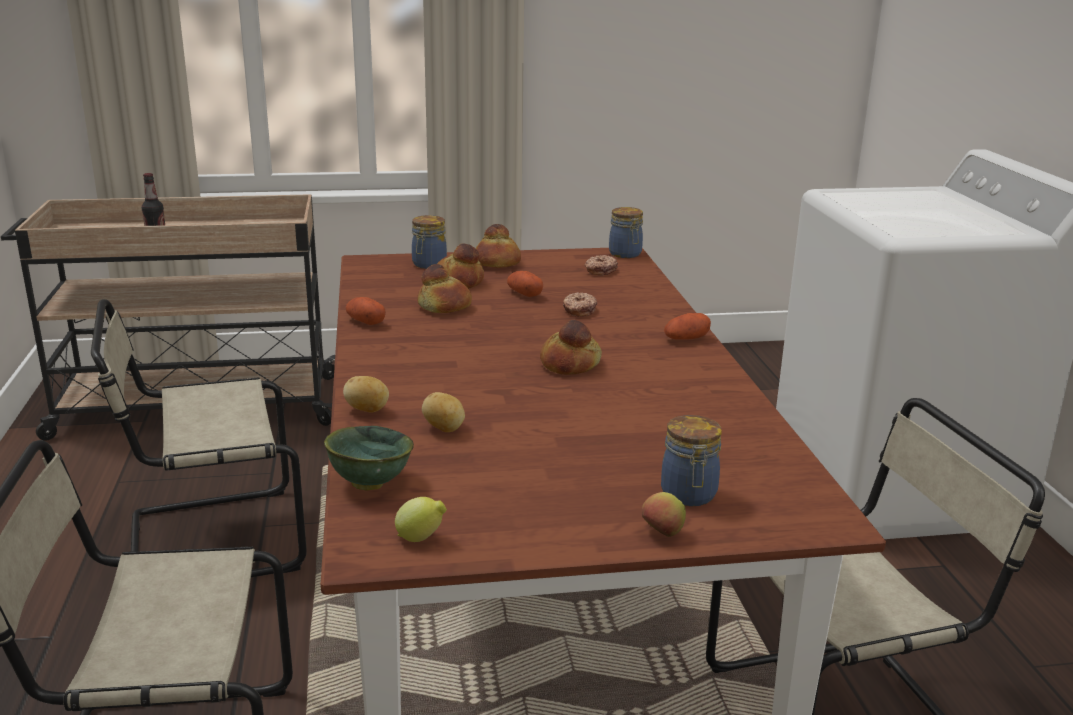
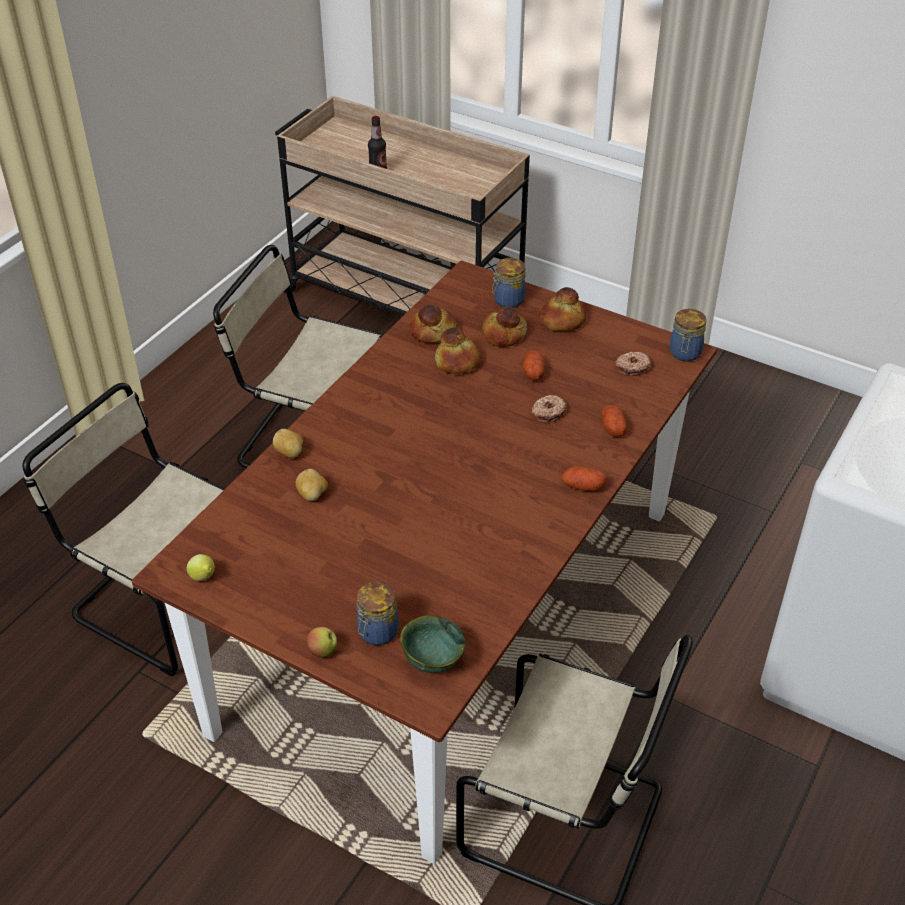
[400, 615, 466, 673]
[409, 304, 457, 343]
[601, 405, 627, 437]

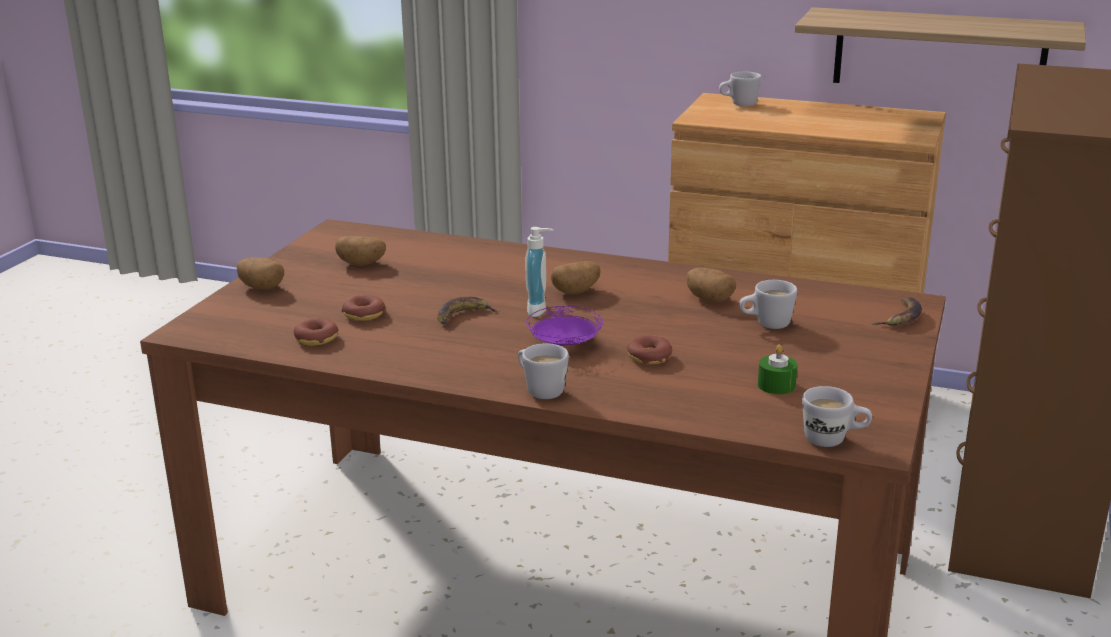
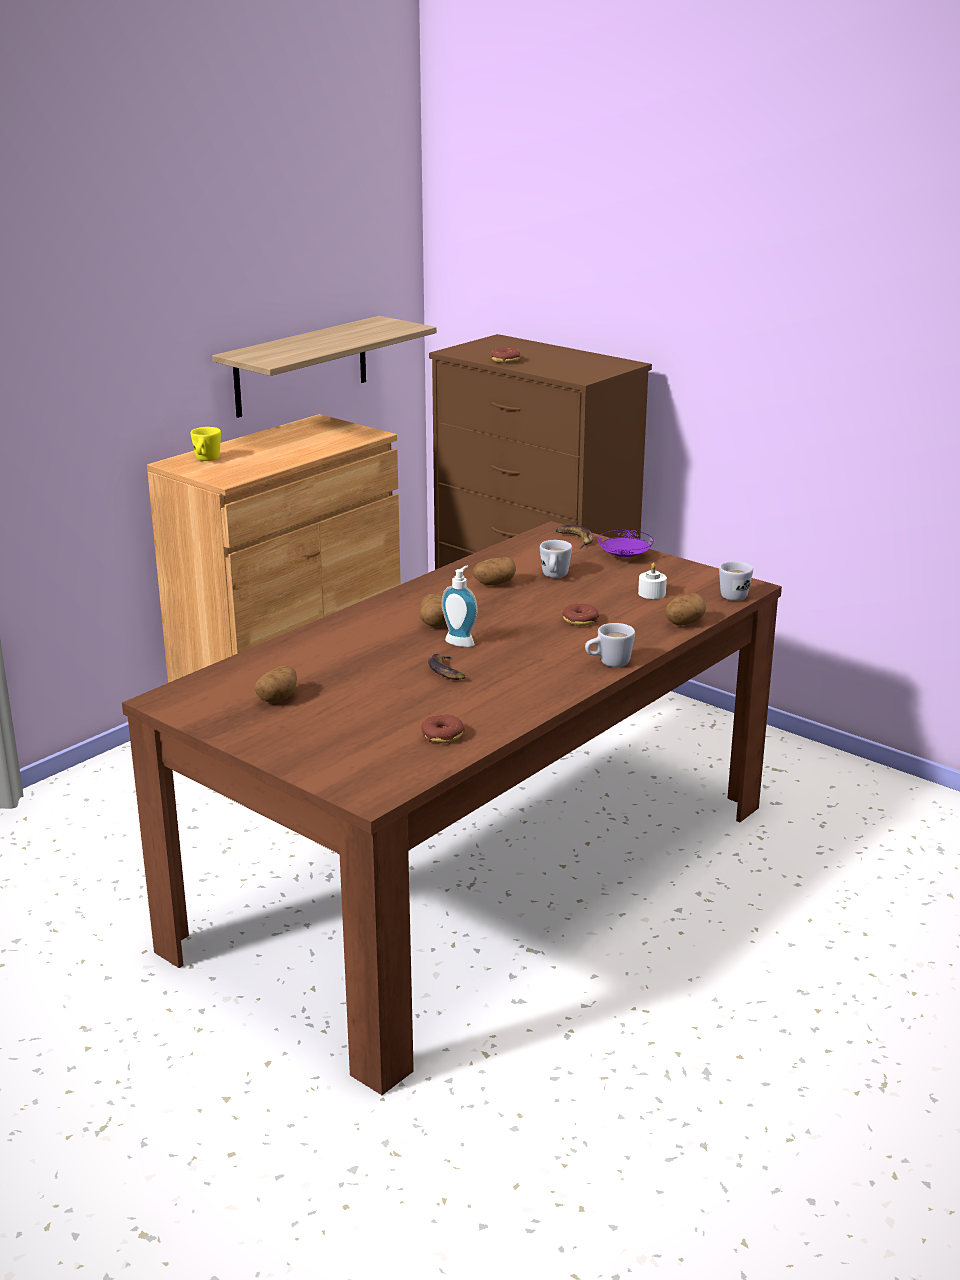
[191, 427, 221, 461]
[491, 347, 521, 363]
[597, 530, 654, 557]
[638, 563, 667, 599]
[665, 593, 706, 626]

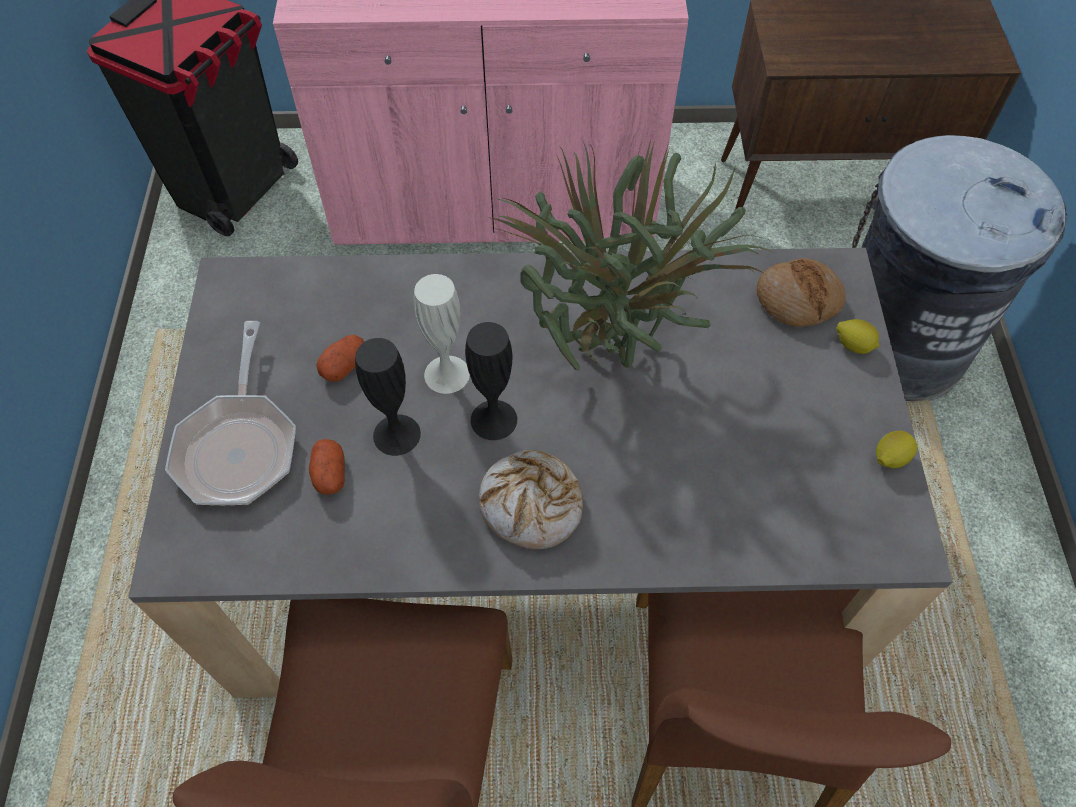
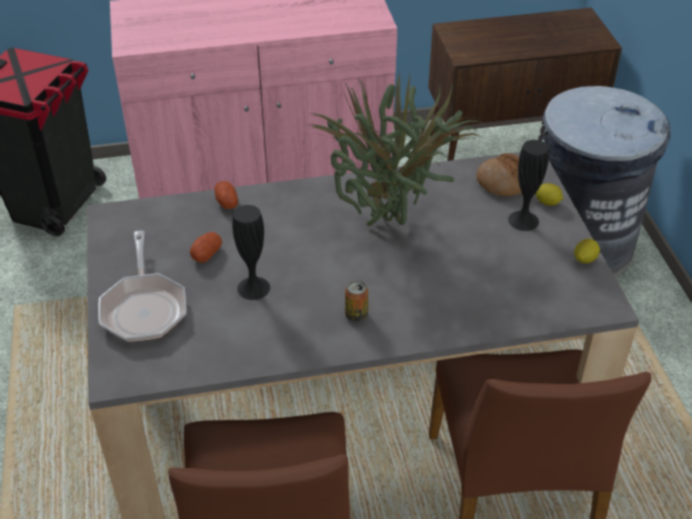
[214, 181, 238, 209]
[345, 280, 368, 322]
[508, 140, 549, 231]
[414, 274, 470, 394] (first image)

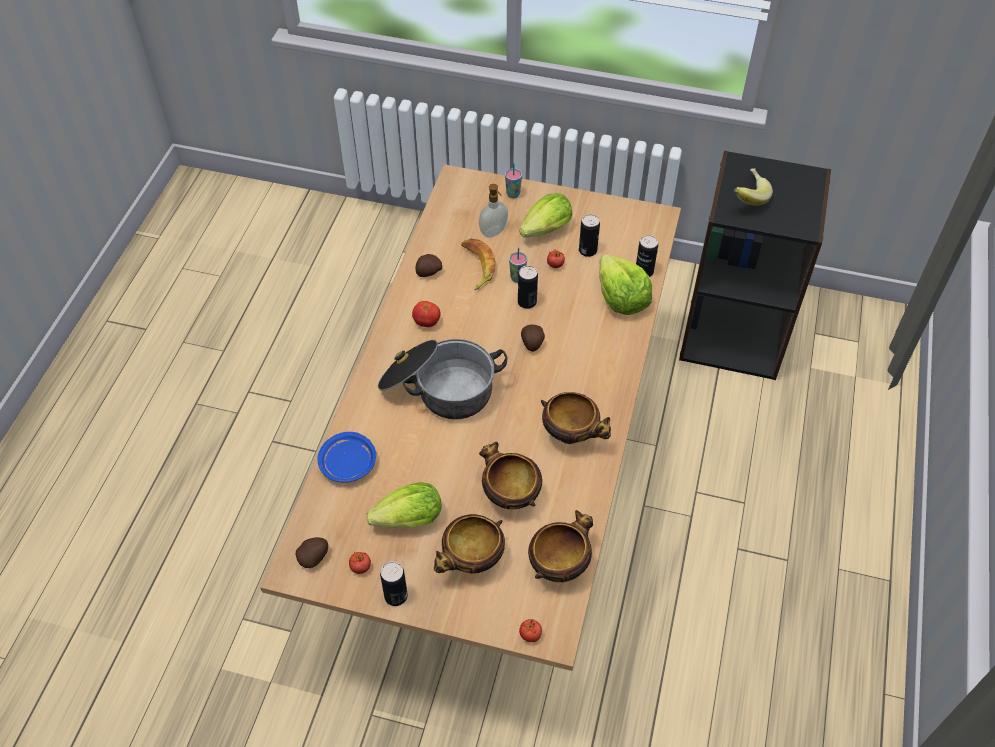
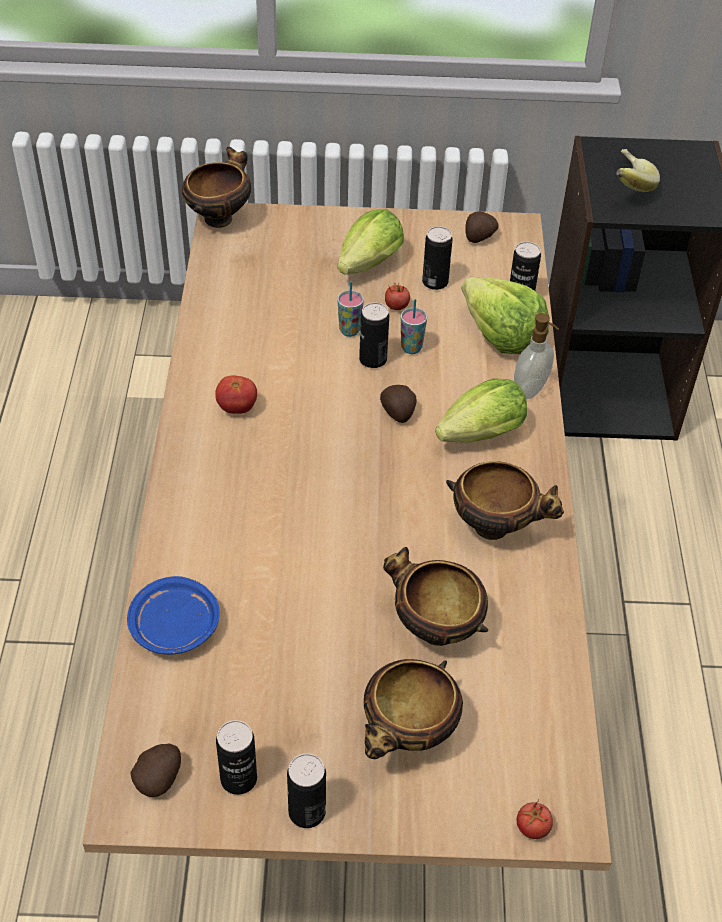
[182, 147, 251, 228]
[216, 720, 257, 795]
[401, 299, 427, 354]
[436, 378, 527, 443]
[465, 211, 498, 243]
[514, 313, 559, 399]
[378, 339, 508, 419] (first image)
[461, 239, 496, 290] (first image)

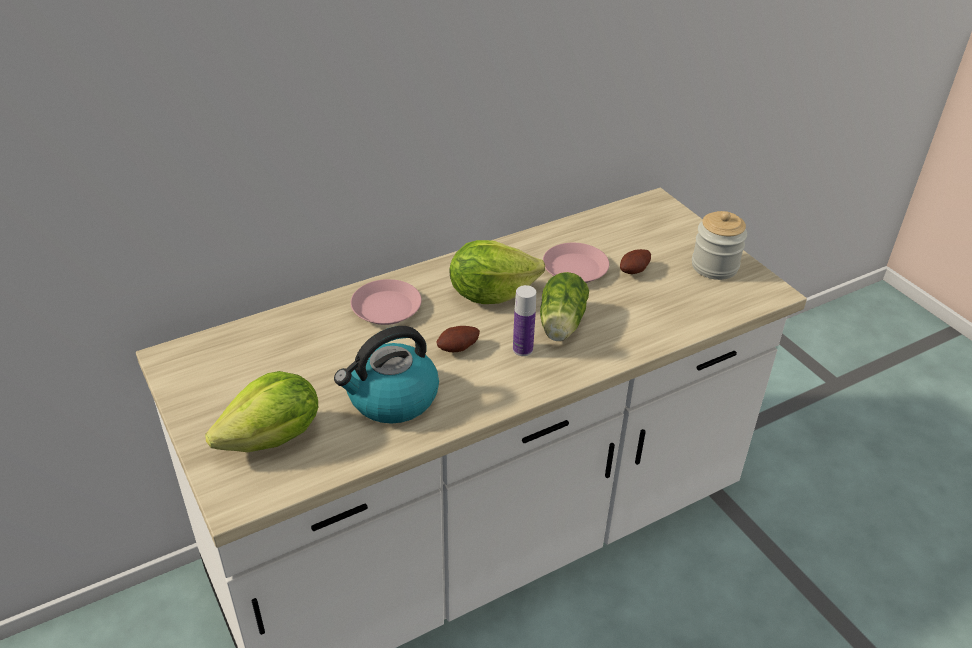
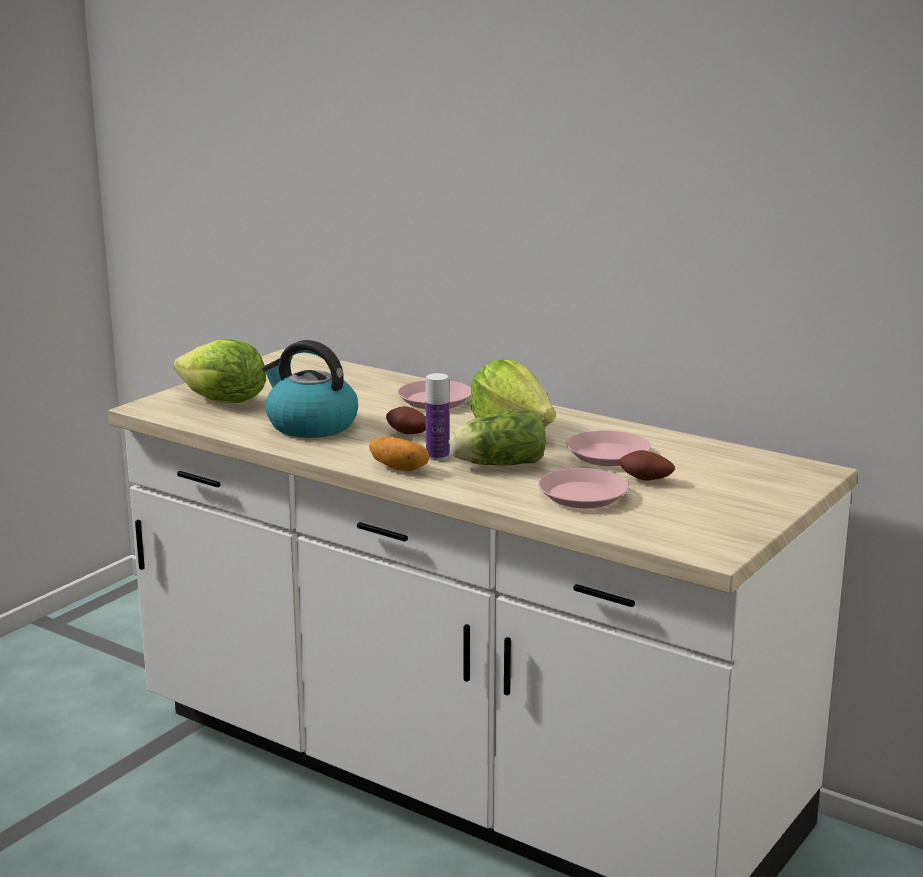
[369, 437, 430, 471]
[538, 468, 629, 508]
[692, 211, 747, 280] (first image)

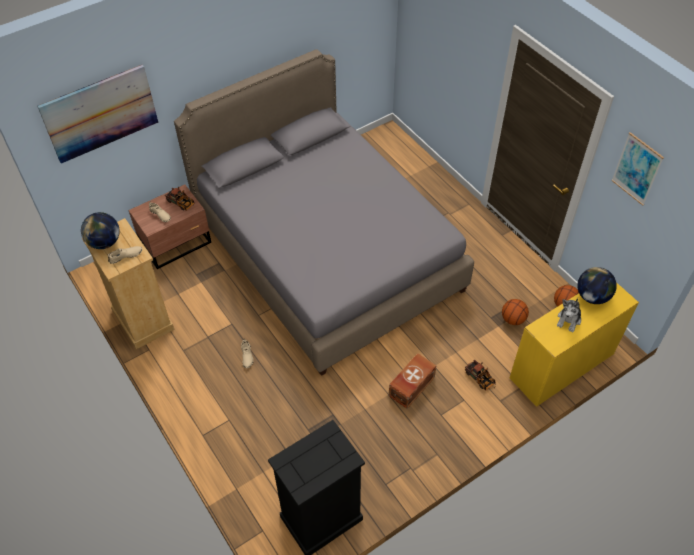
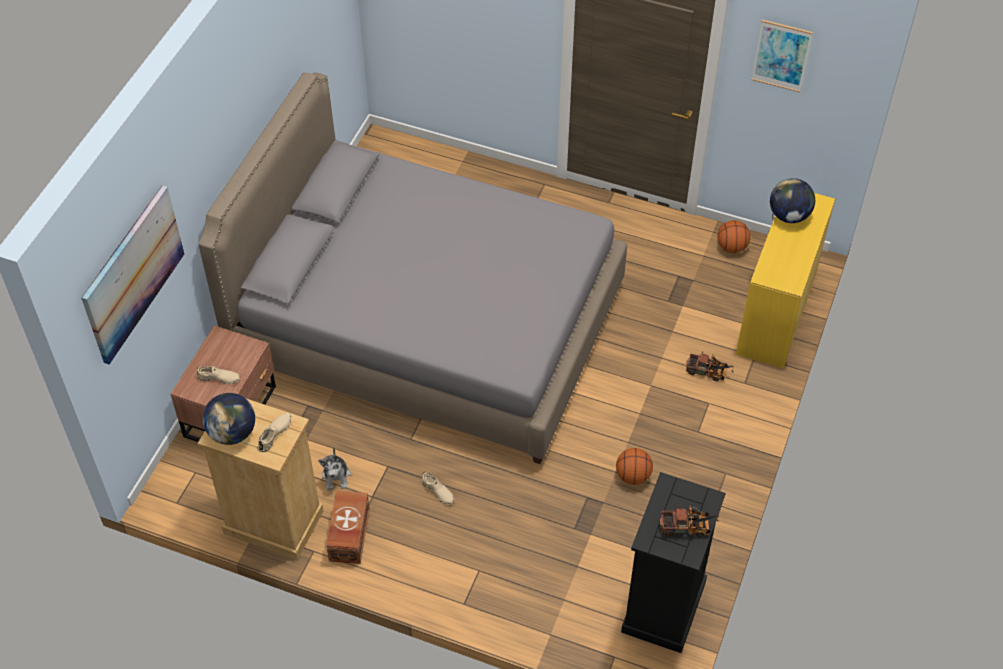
[318, 447, 351, 490]
[326, 490, 370, 564]
[616, 448, 653, 485]
[660, 506, 719, 537]

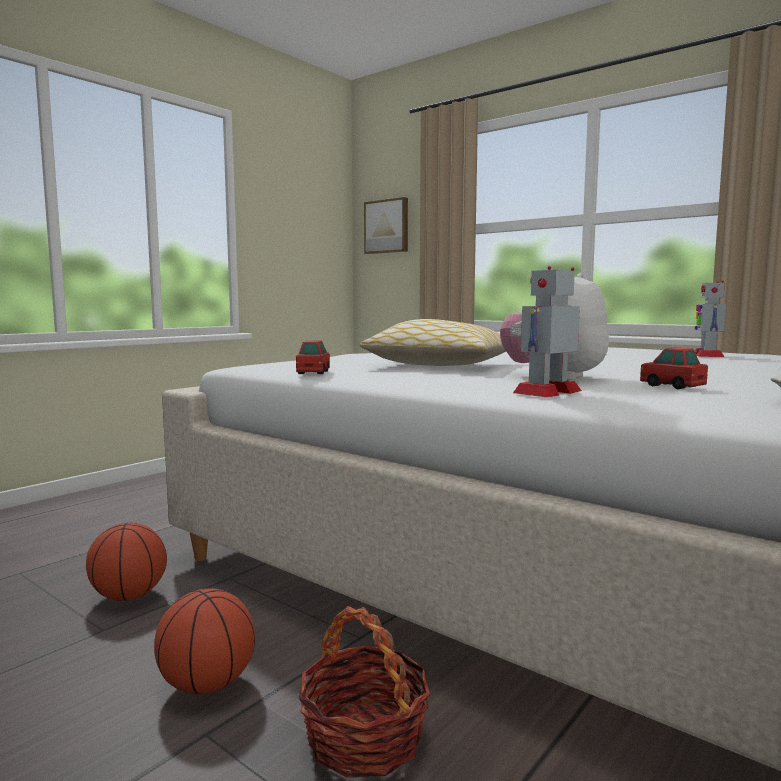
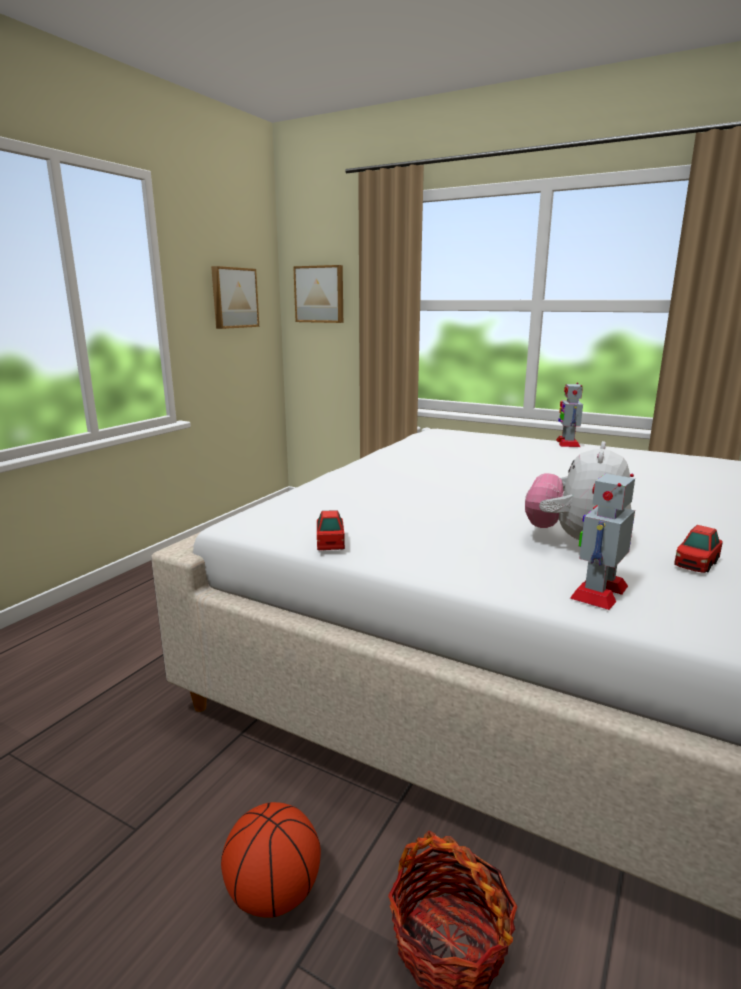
[211, 266, 259, 329]
[556, 382, 583, 447]
[674, 525, 723, 573]
[86, 523, 167, 601] (first image)
[360, 319, 506, 366] (first image)

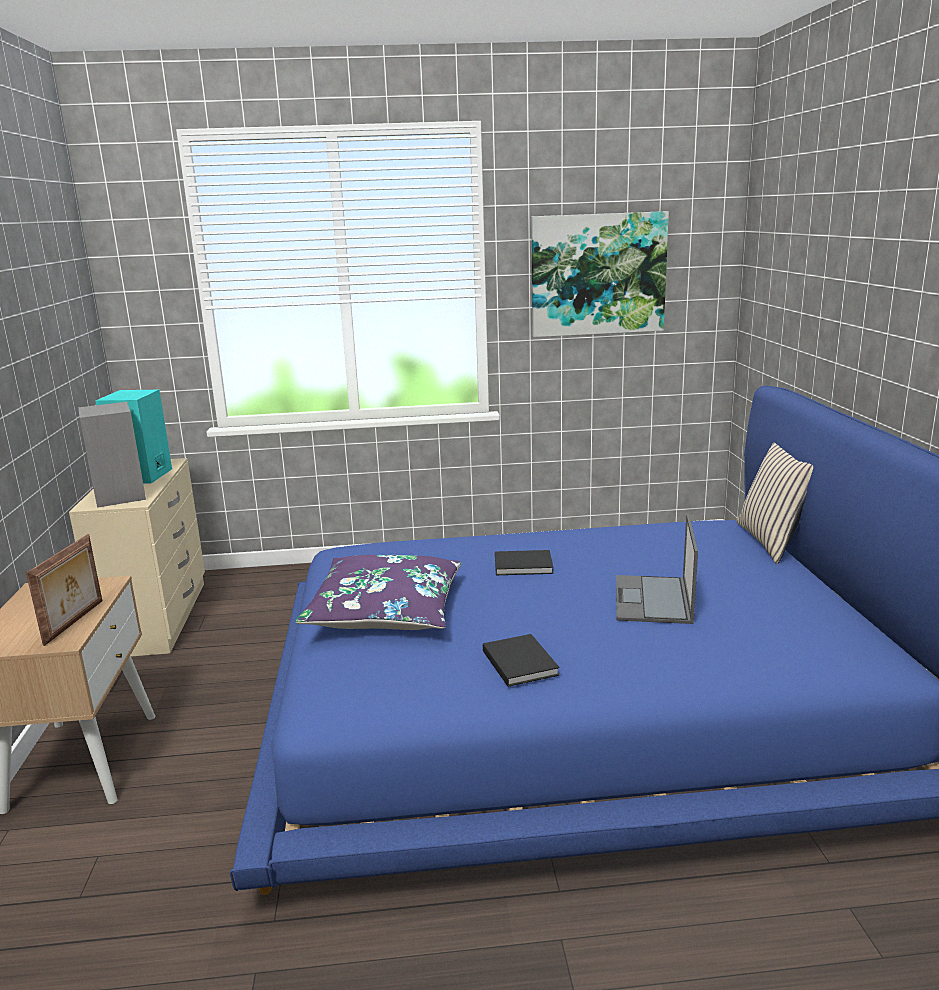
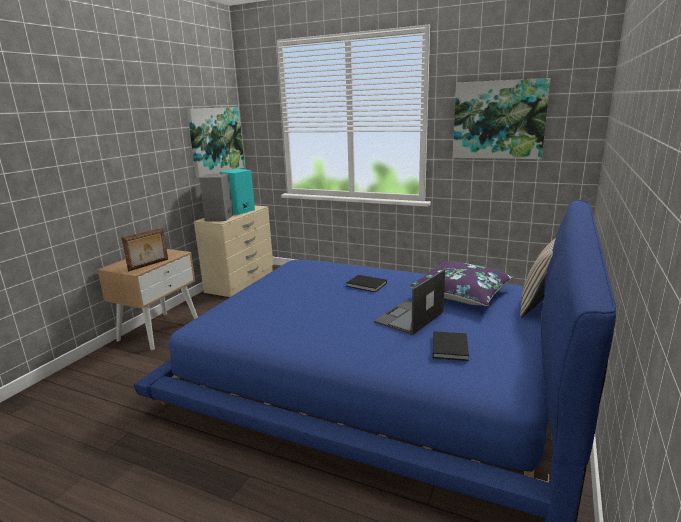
[187, 107, 245, 178]
[409, 261, 514, 306]
[433, 331, 469, 361]

